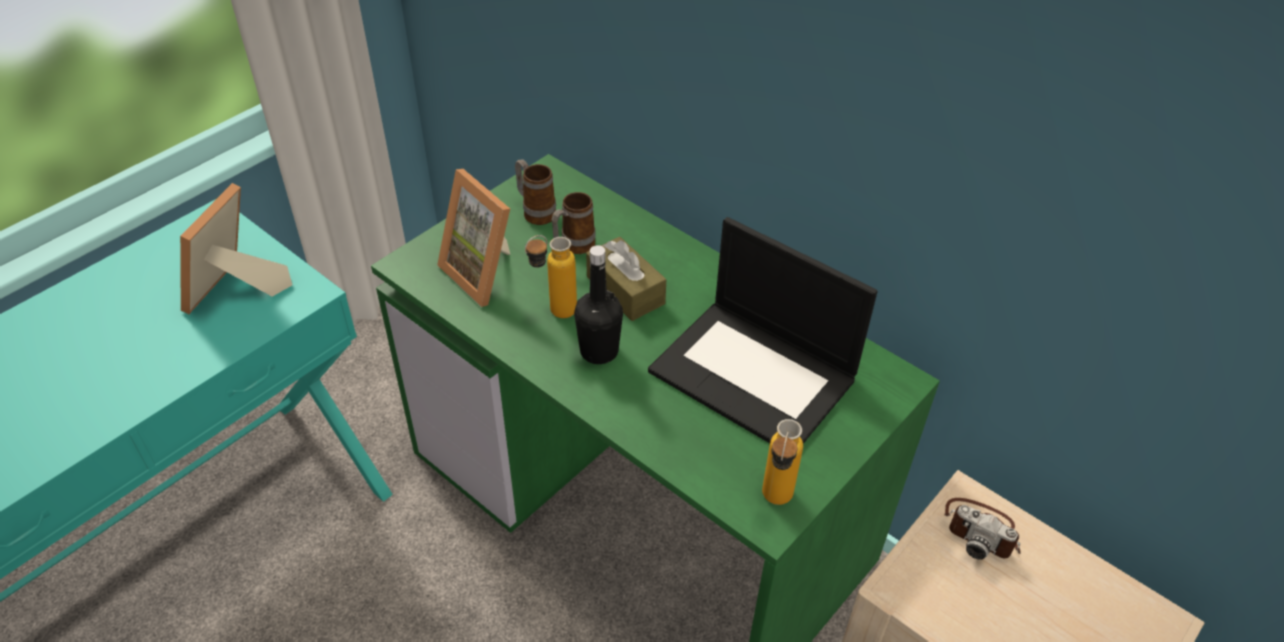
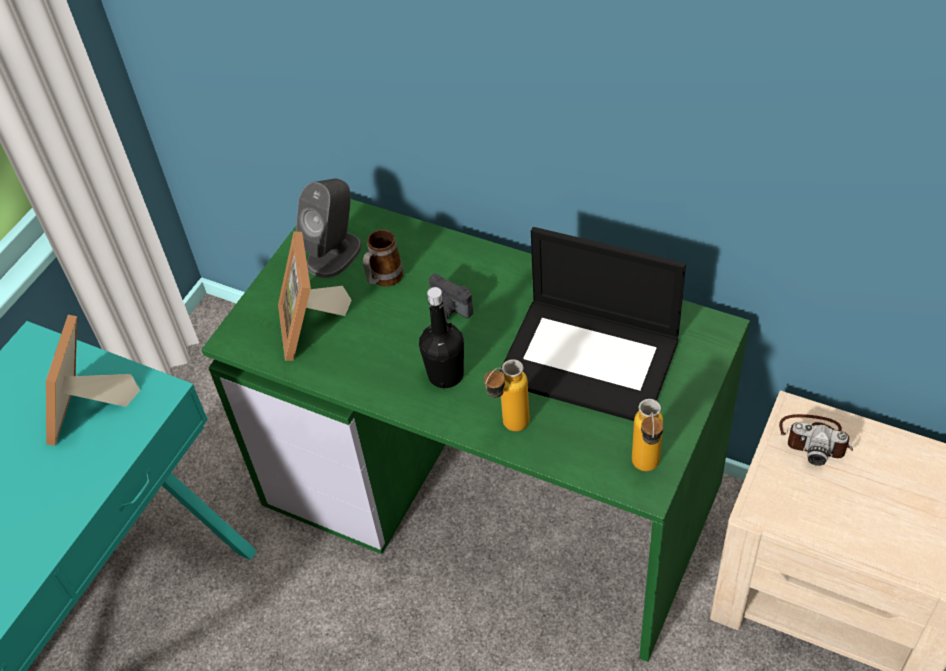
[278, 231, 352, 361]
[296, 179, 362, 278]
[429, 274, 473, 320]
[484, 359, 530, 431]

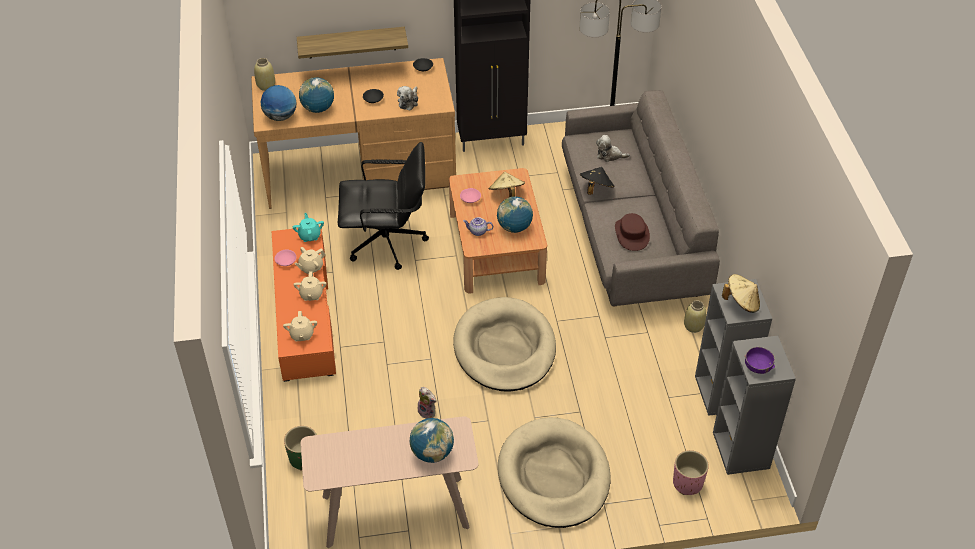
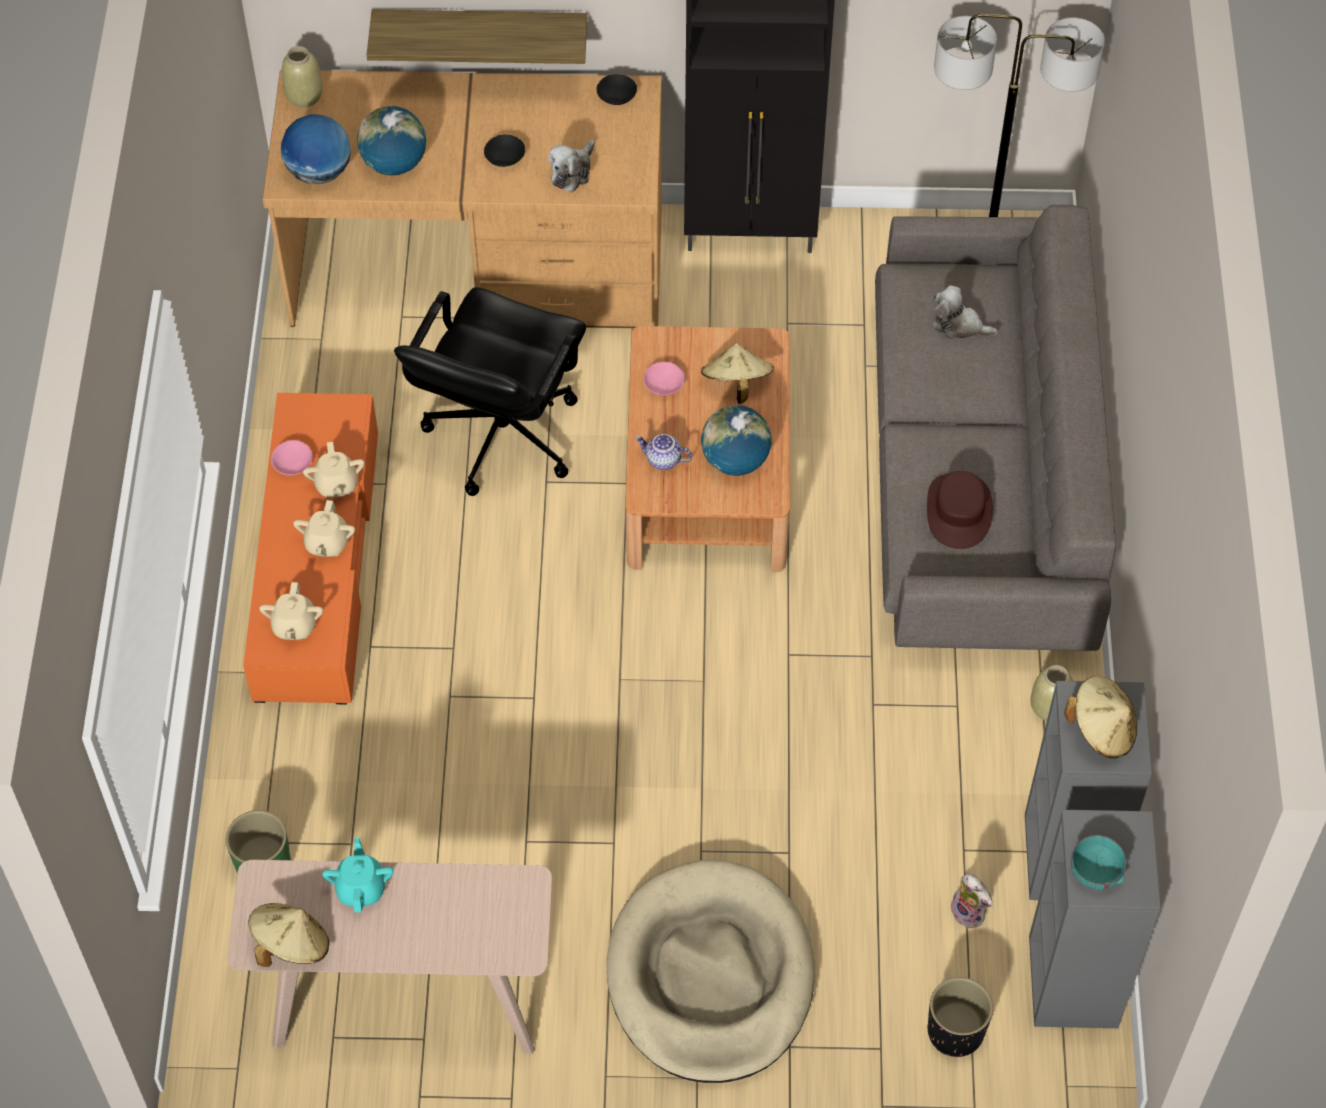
[248, 903, 329, 967]
[303, 442, 364, 498]
[322, 837, 394, 912]
[394, 287, 586, 496]
[928, 977, 993, 1057]
[951, 874, 993, 929]
[1071, 835, 1127, 890]
[409, 418, 454, 463] (first image)
[453, 297, 556, 392] (first image)
[580, 167, 614, 195] (first image)

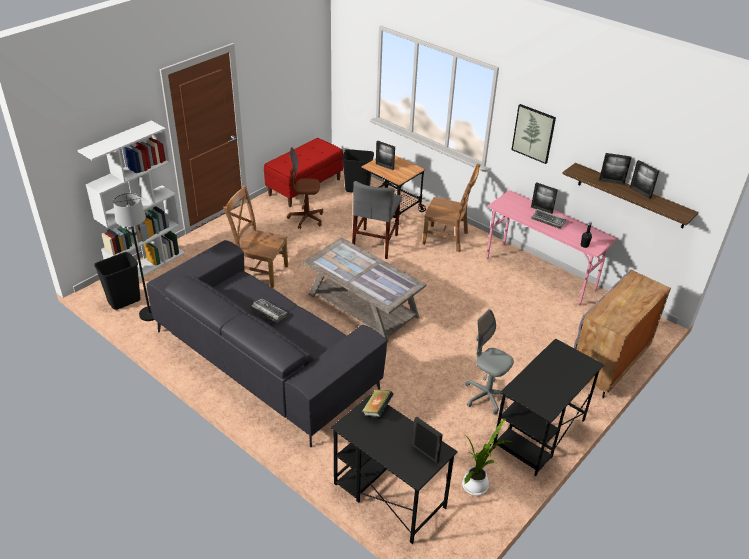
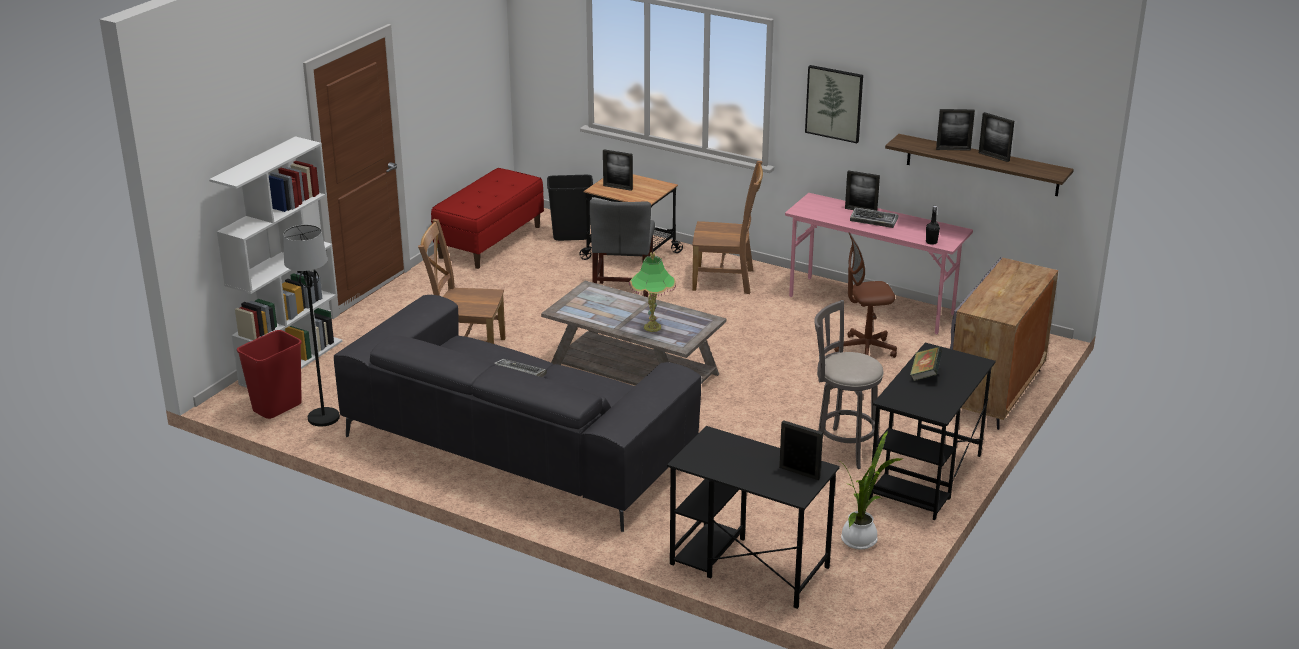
[237, 330, 302, 419]
[629, 253, 676, 332]
[814, 300, 884, 469]
[834, 232, 897, 358]
[910, 347, 942, 381]

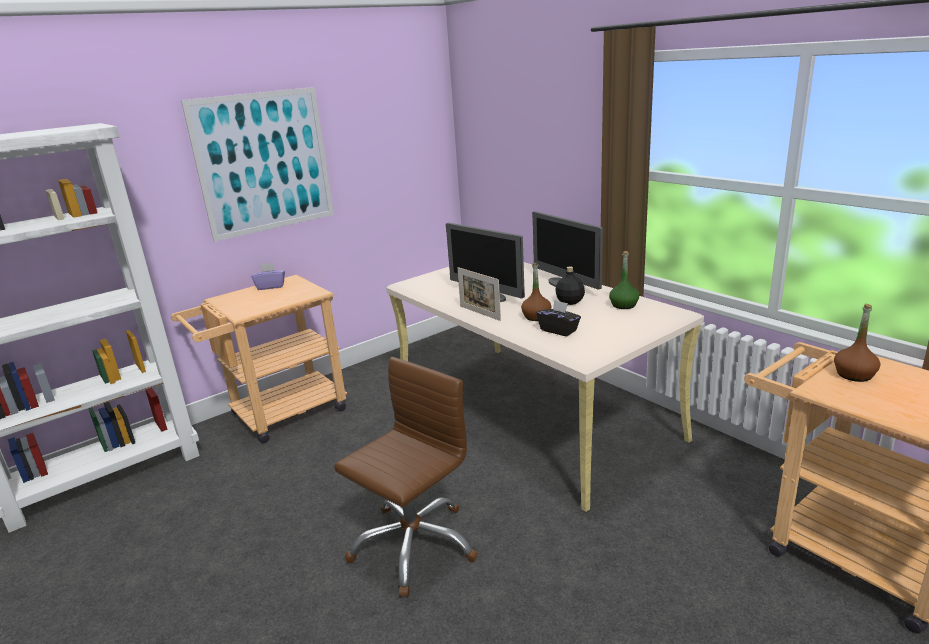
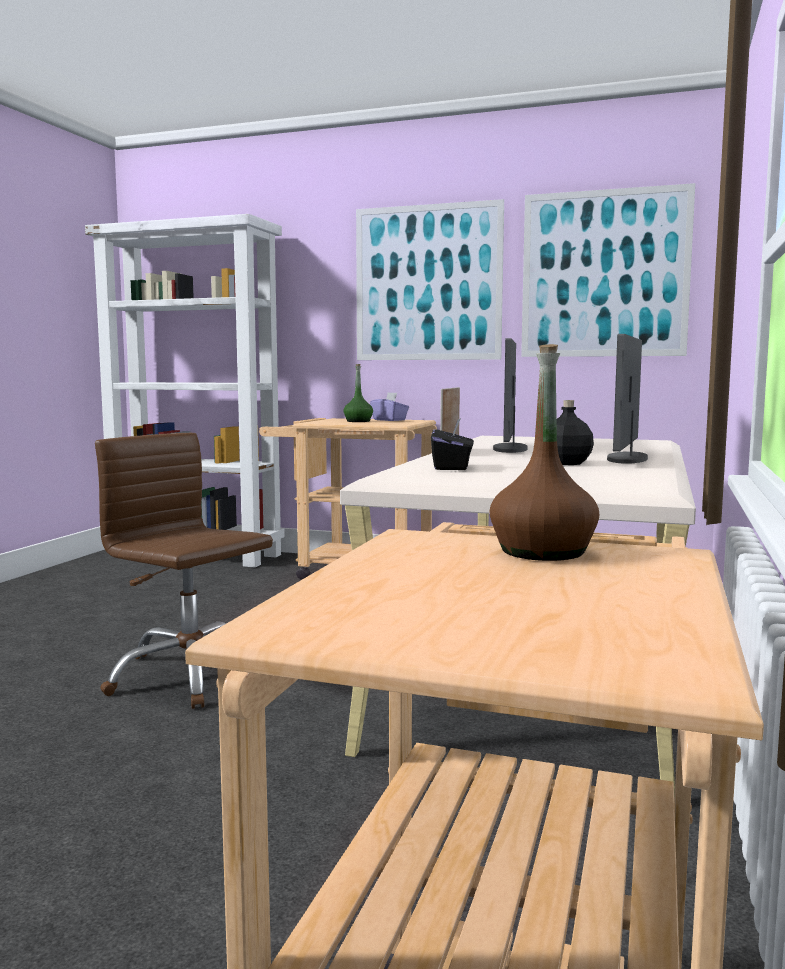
[95, 433, 273, 709]
[344, 364, 373, 422]
[521, 183, 695, 357]
[521, 263, 551, 321] (first image)

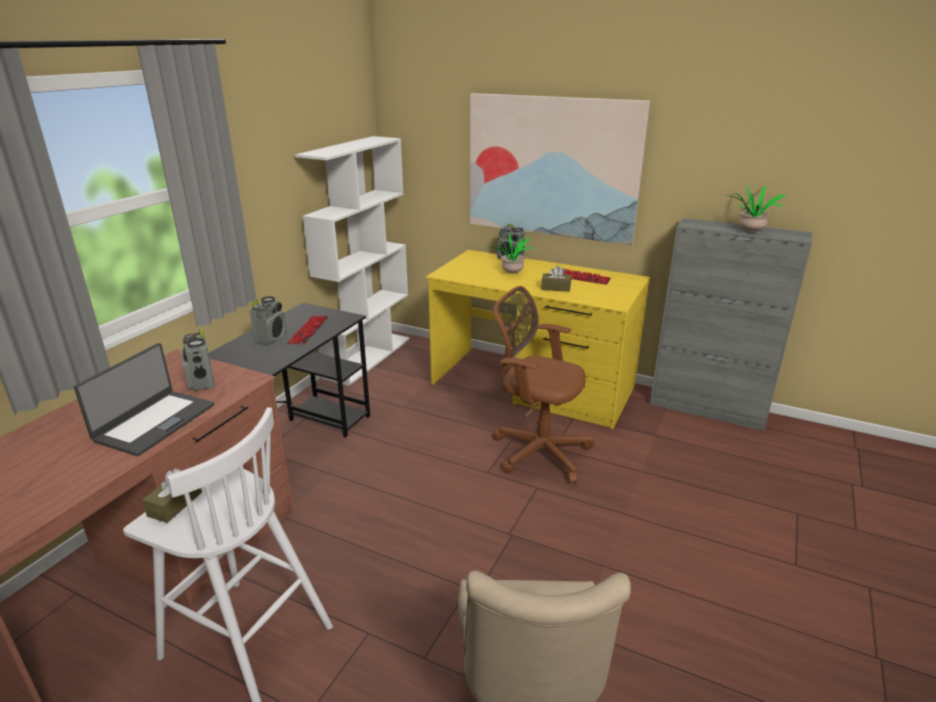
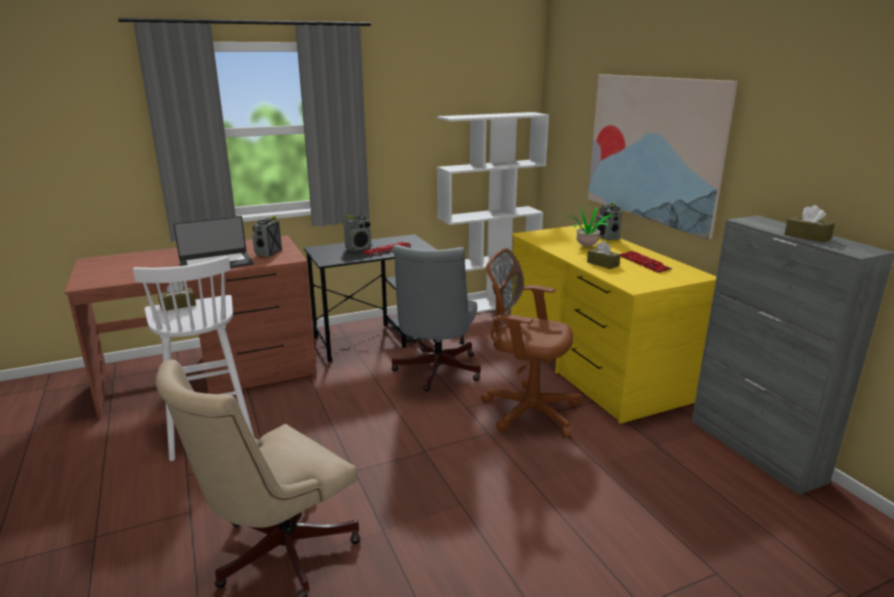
[391, 244, 481, 391]
[481, 248, 582, 439]
[784, 205, 835, 243]

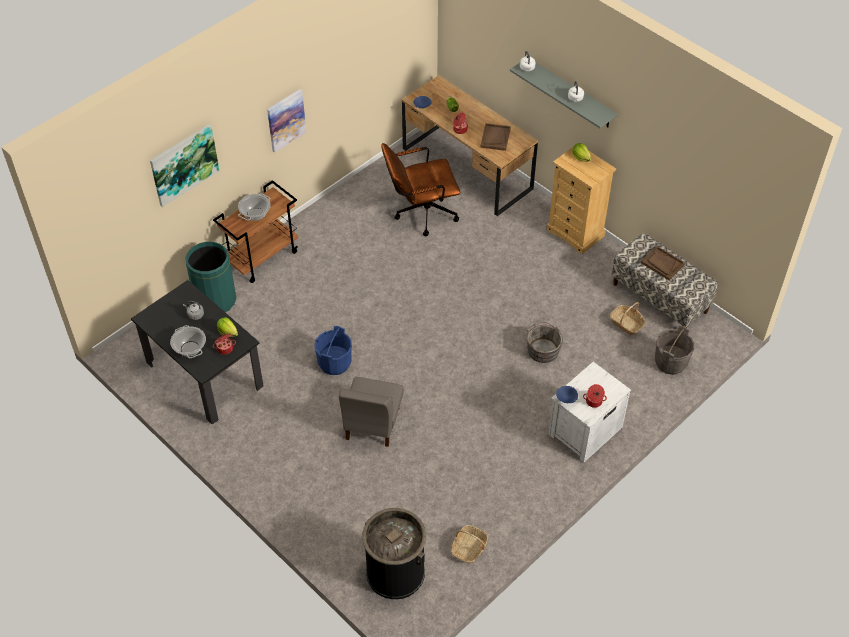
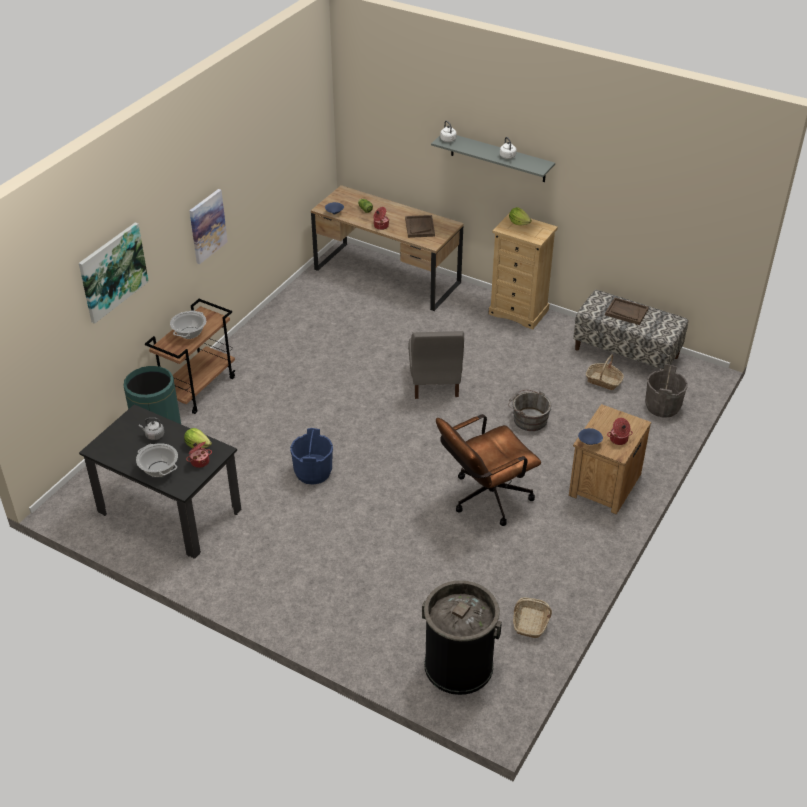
[408, 331, 464, 399]
[436, 414, 541, 526]
[569, 404, 651, 515]

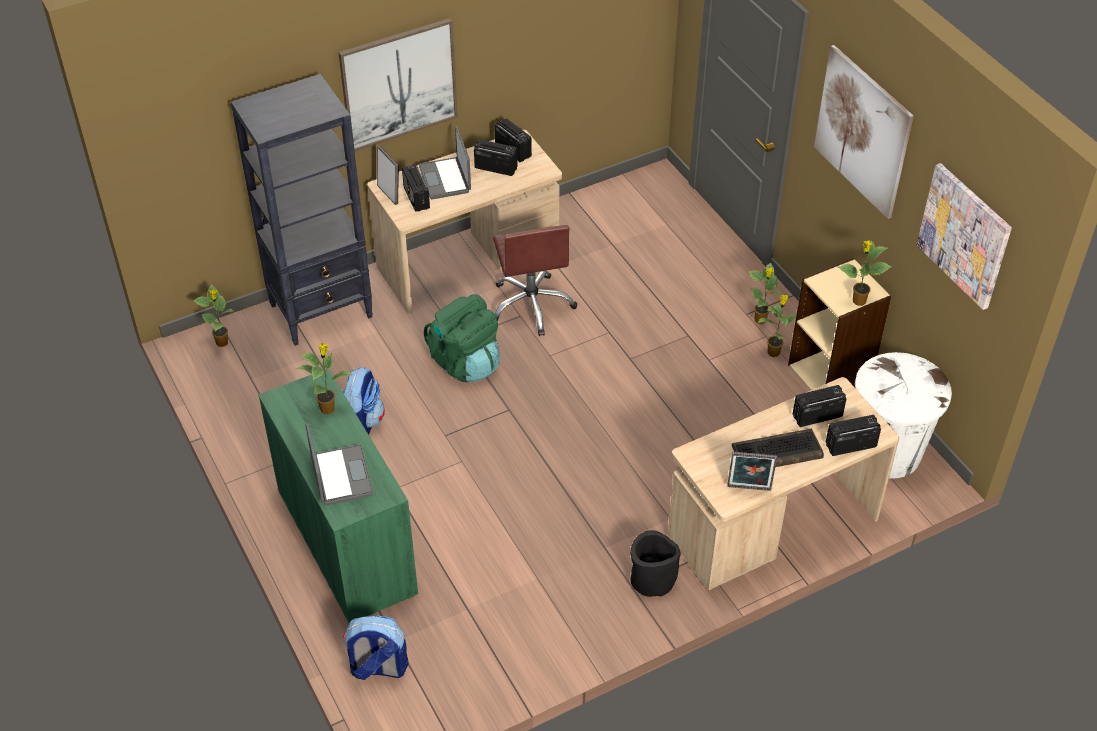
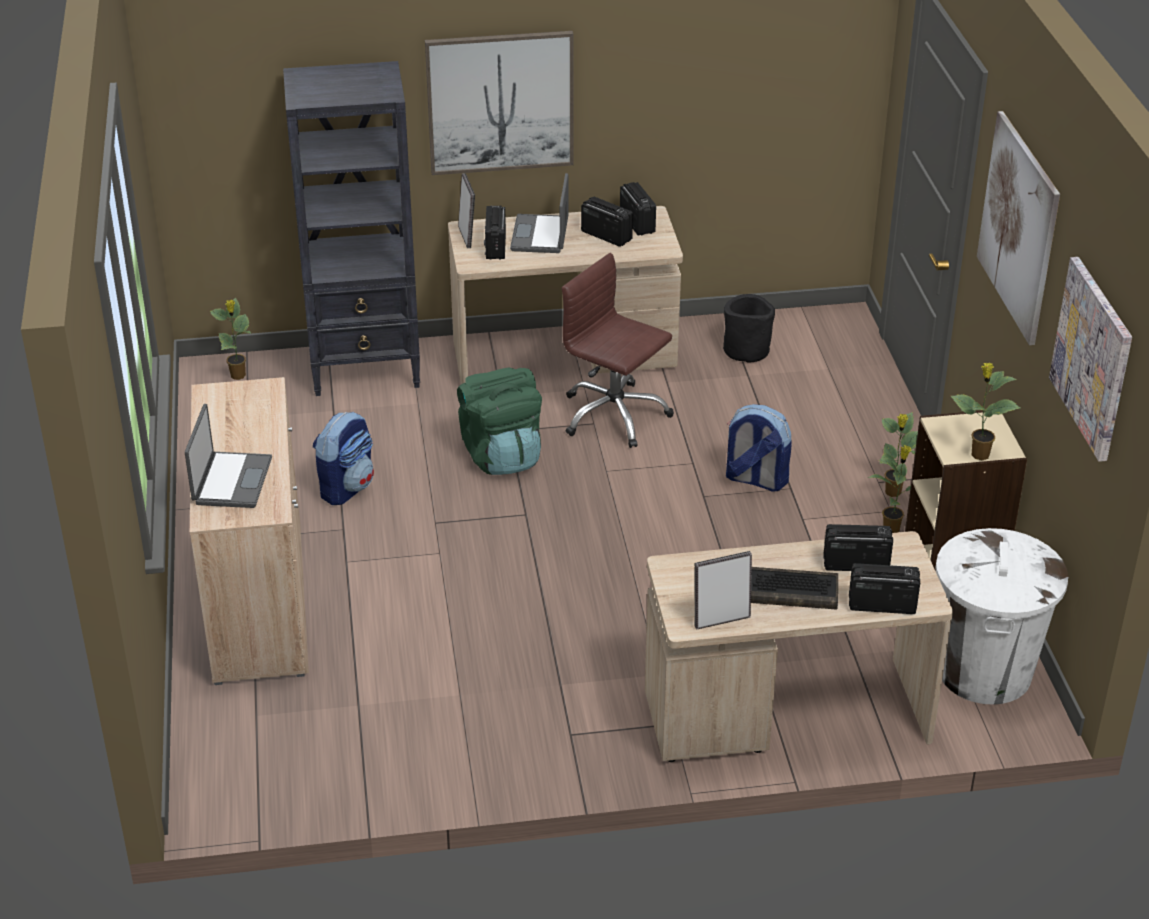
[190, 377, 309, 685]
[562, 253, 674, 448]
[695, 551, 752, 630]
[723, 294, 775, 363]
[726, 404, 792, 492]
[295, 343, 353, 414] (first image)

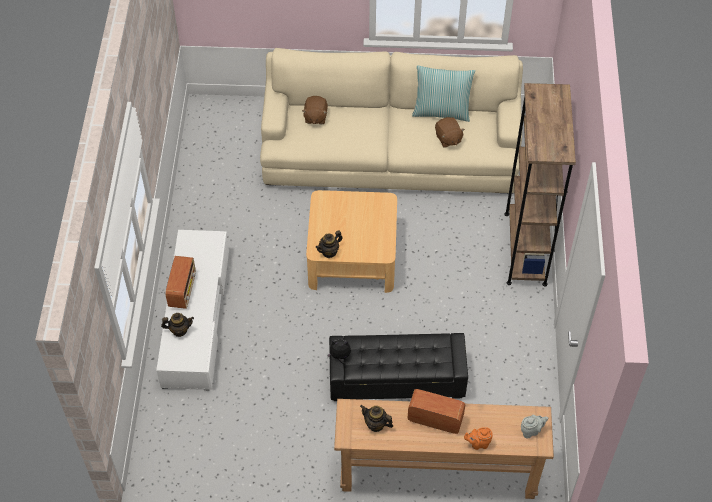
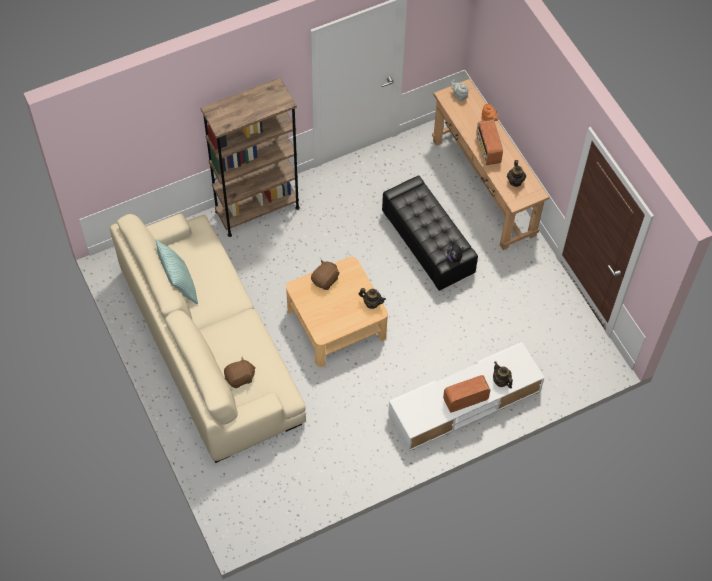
[311, 260, 340, 290]

